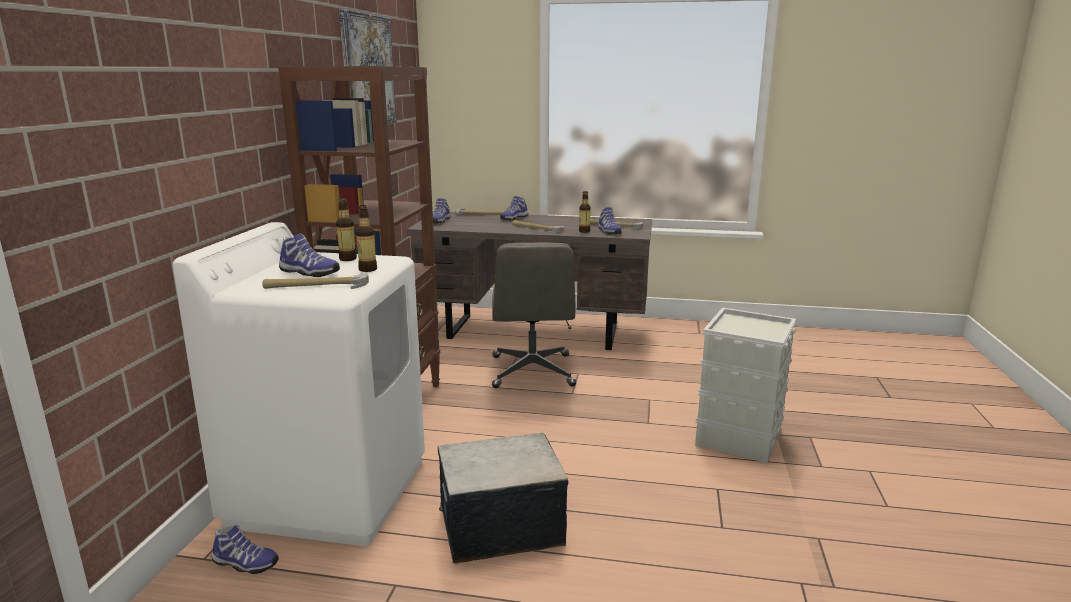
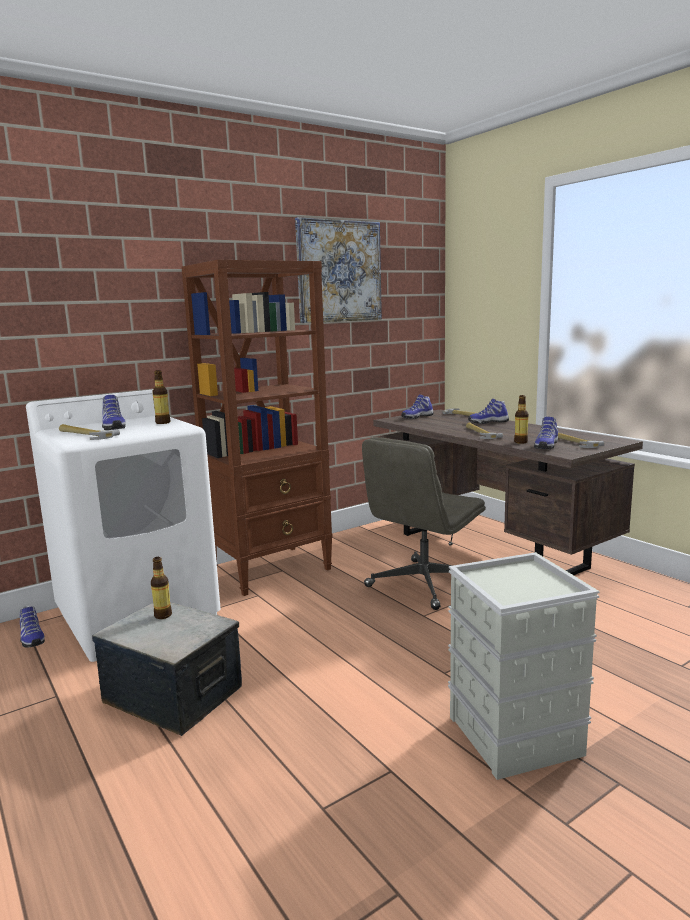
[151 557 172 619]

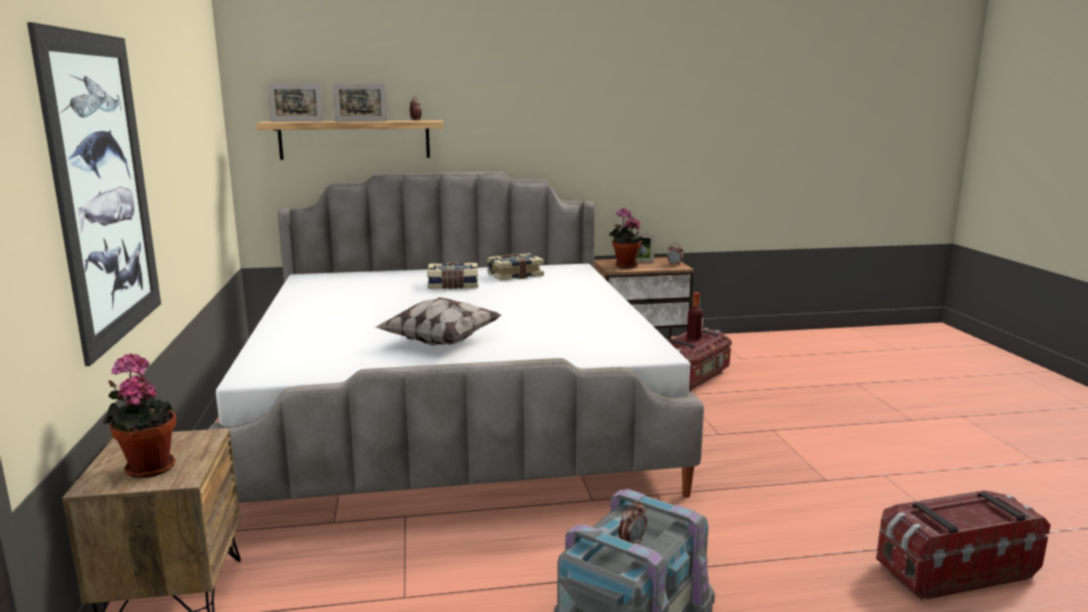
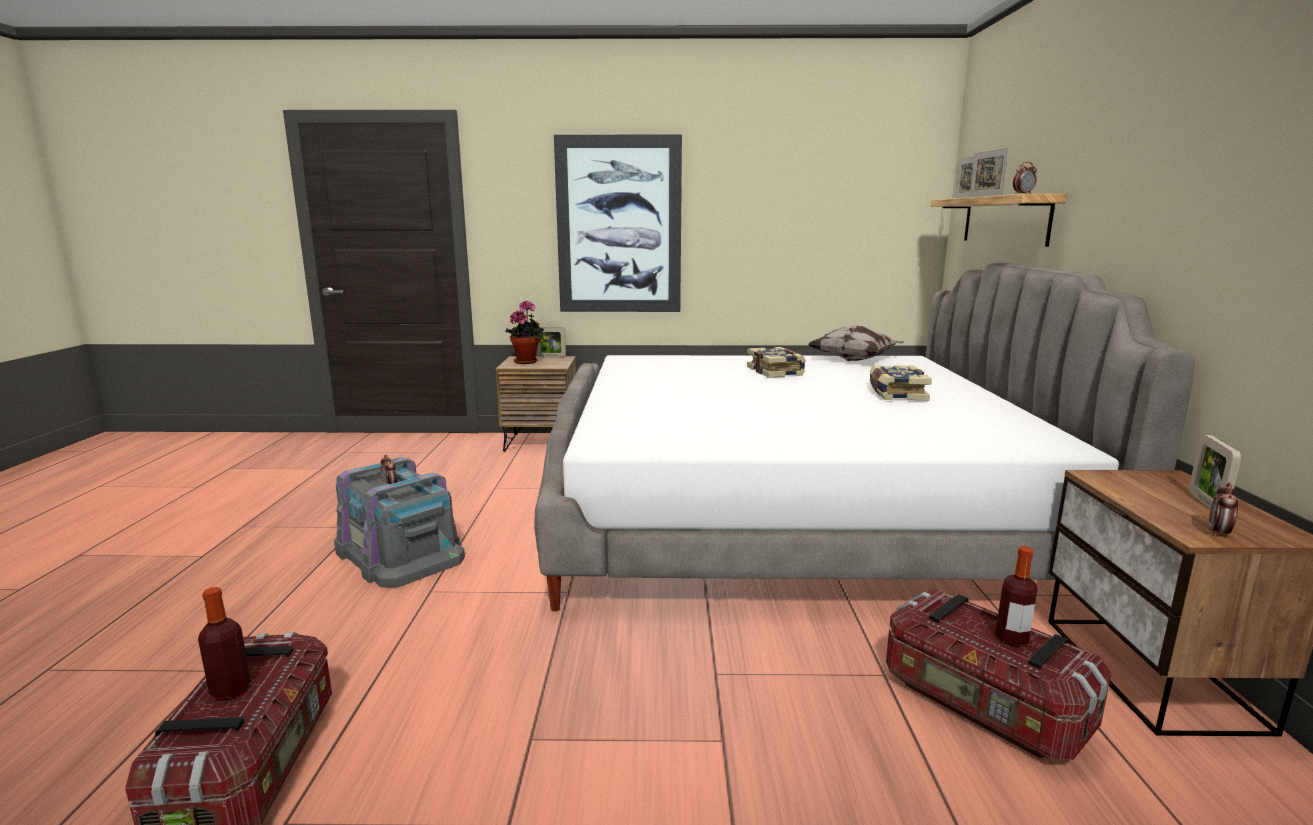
[807 326 904 361]
[747 347 806 378]
[609 208 643 268] (first image)
[198 587 251 700]
[536 327 566 357]

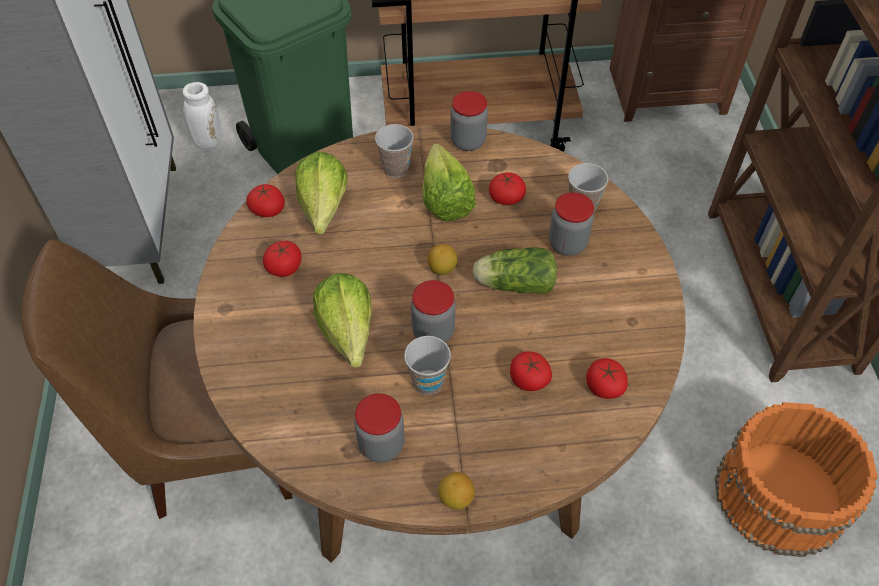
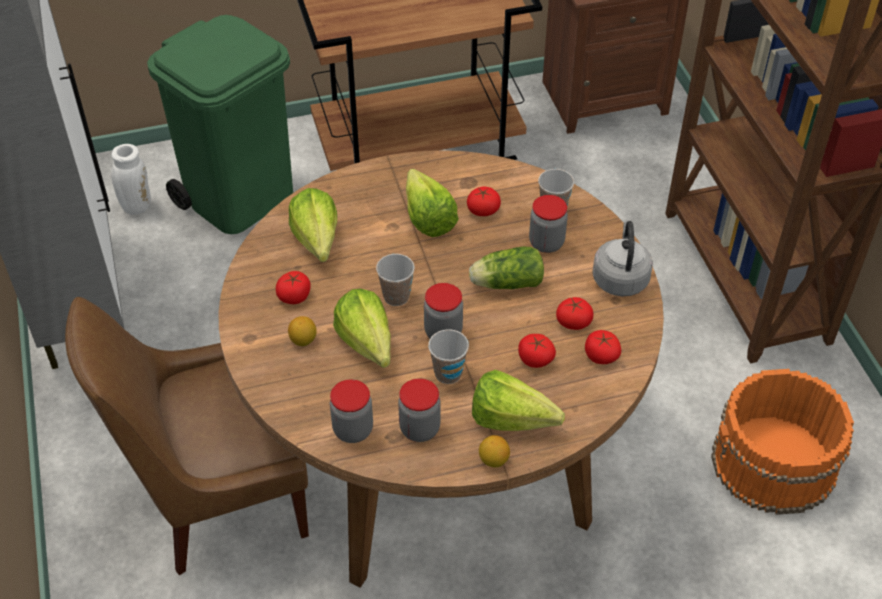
[556 297 594 330]
[376 254 415 306]
[288 316 317 346]
[330 379 373 443]
[472 370 565 431]
[592 221 653 296]

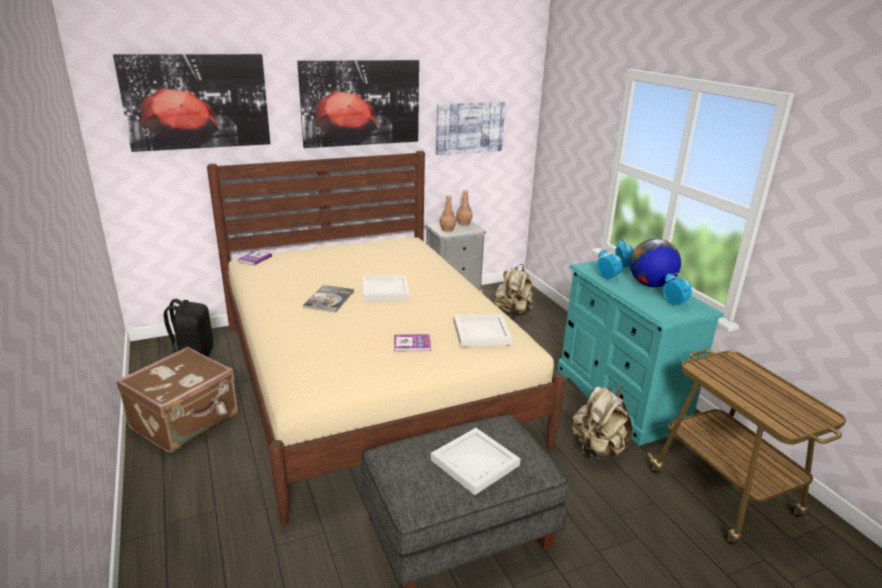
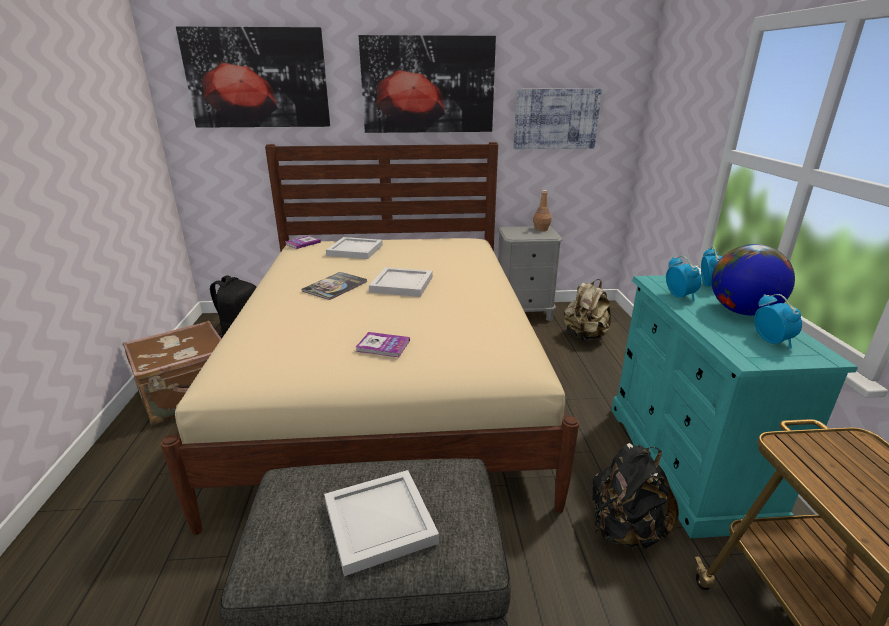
[440 195 456 232] (first image)
[326 237 383 259]
[592 443 679 548]

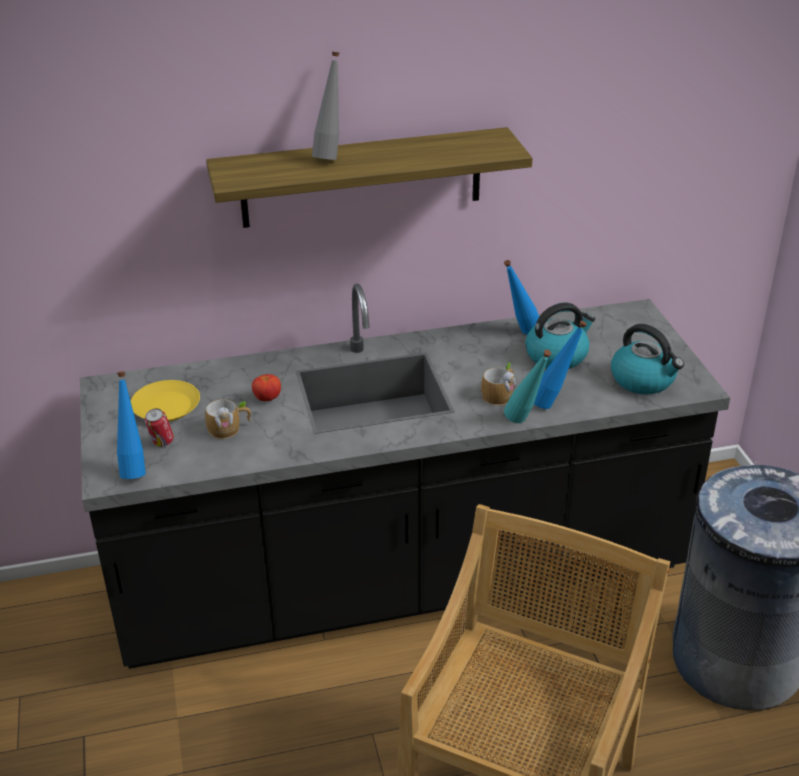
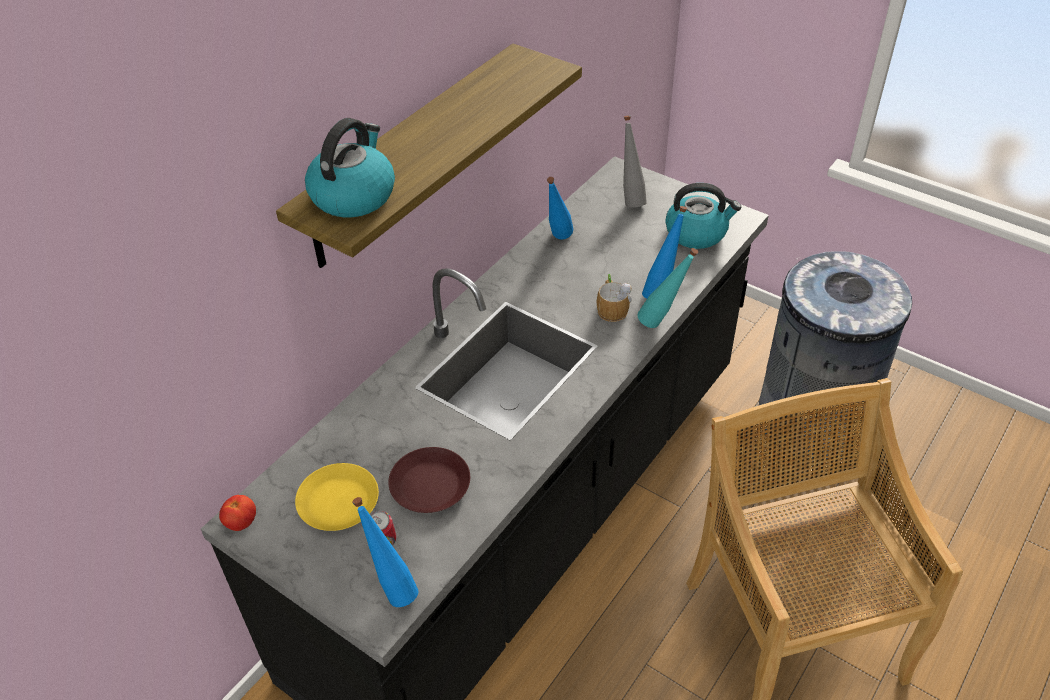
[388 447 470 513]
[219 495 256 531]
[623 116 647 207]
[305 118 395 217]

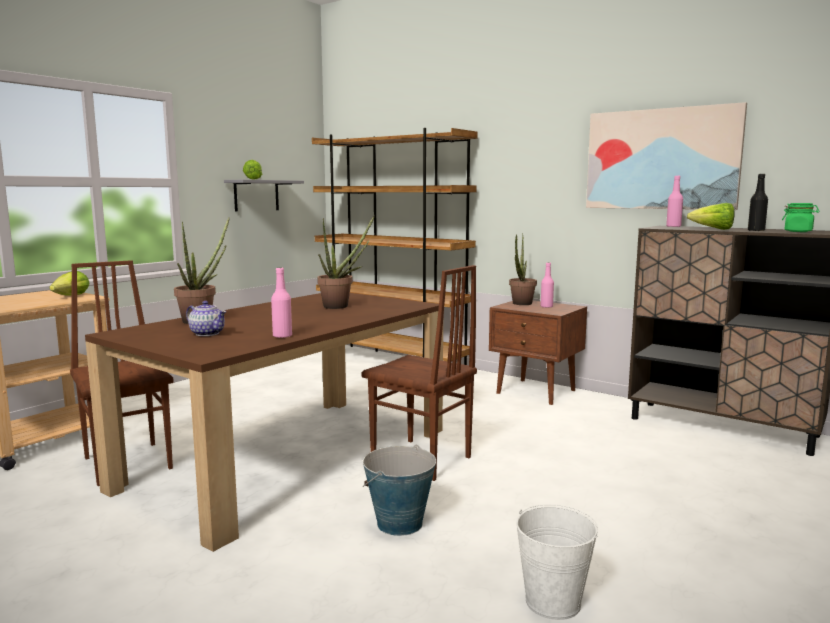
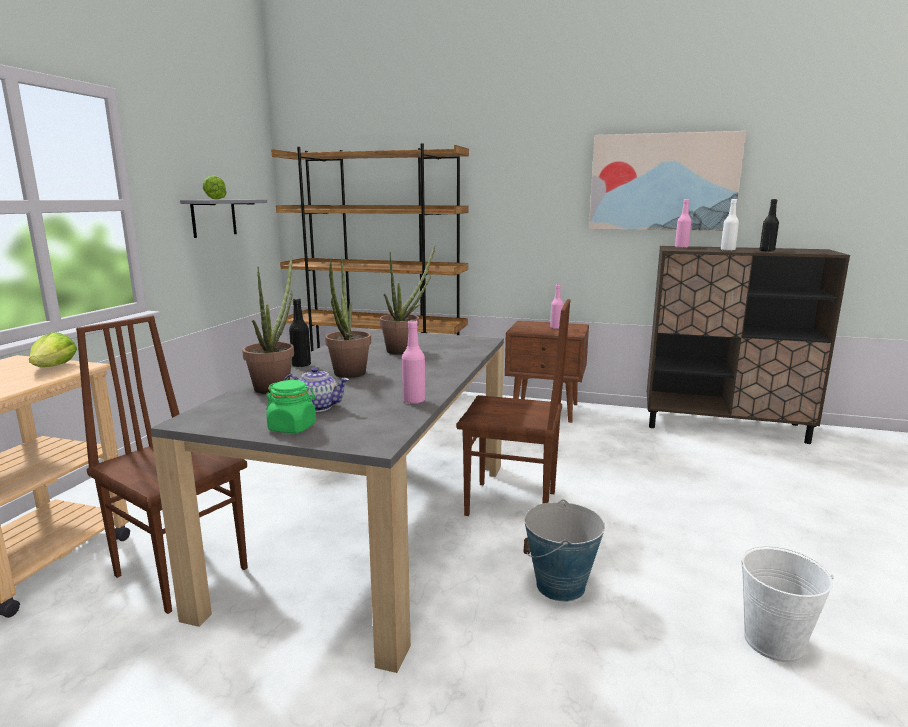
[150 329 504 673]
[325 257 371 378]
[721 199 739 251]
[266 380 316 433]
[289 298 311 367]

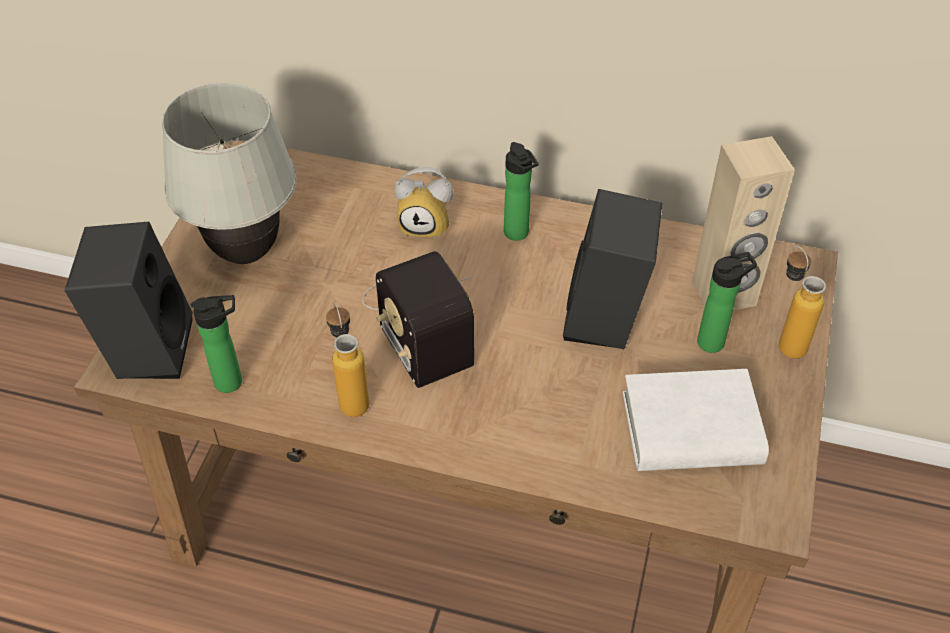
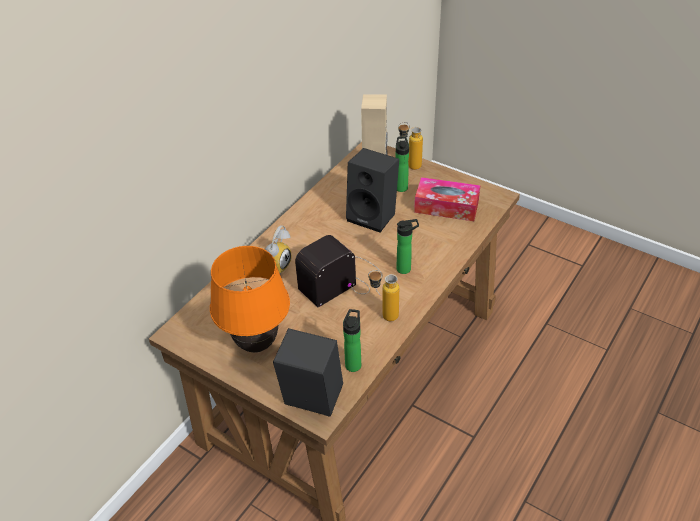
[210 246 290 353]
[295 235 382 307]
[397 219 419 274]
[414 177 481 221]

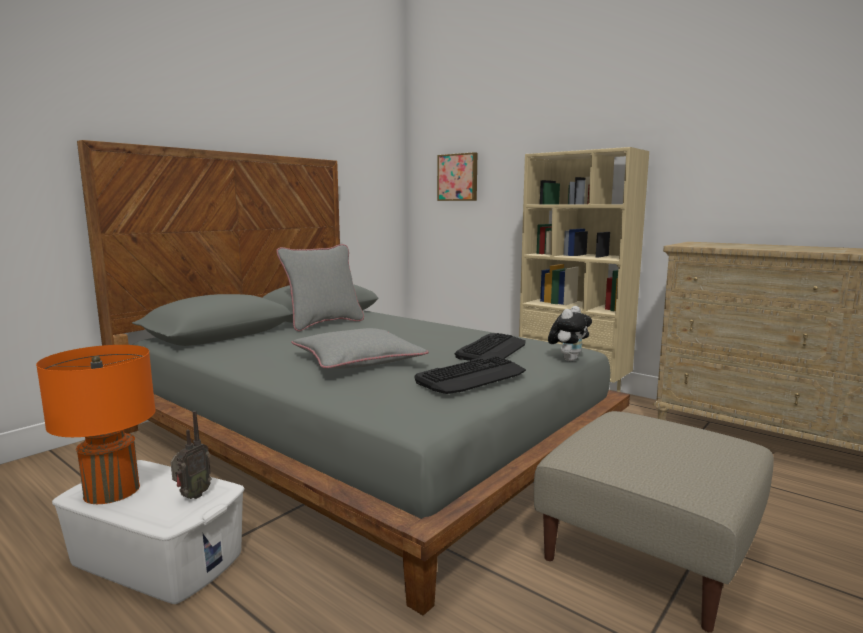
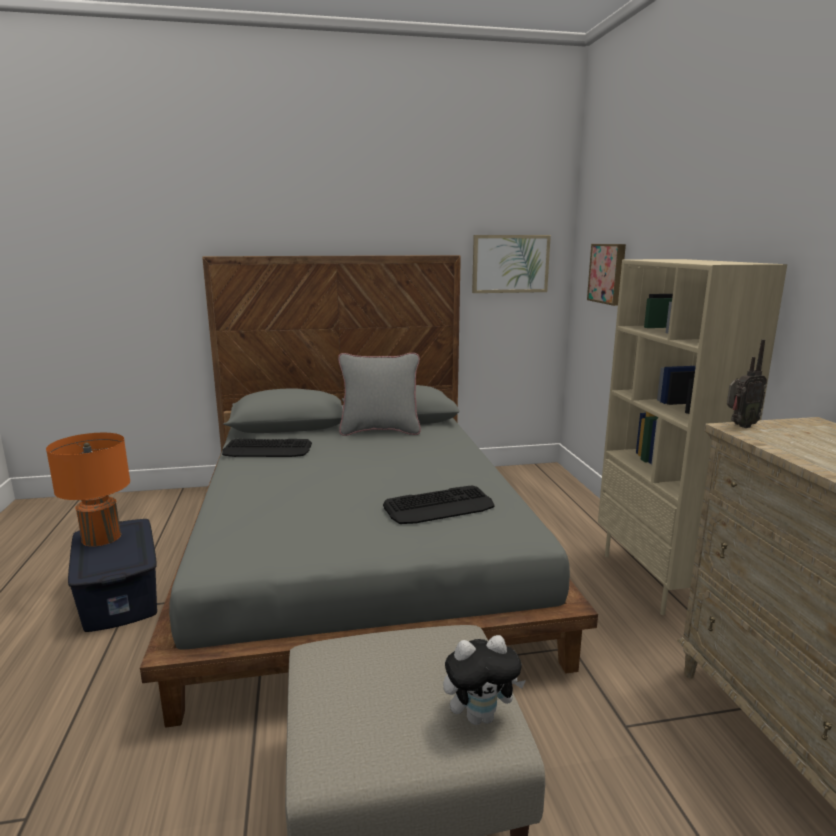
[68 519 157 632]
[727 339 767 428]
[291 328 429 369] (first image)
[222 439 312 457]
[443 635 526 725]
[472 235 551 293]

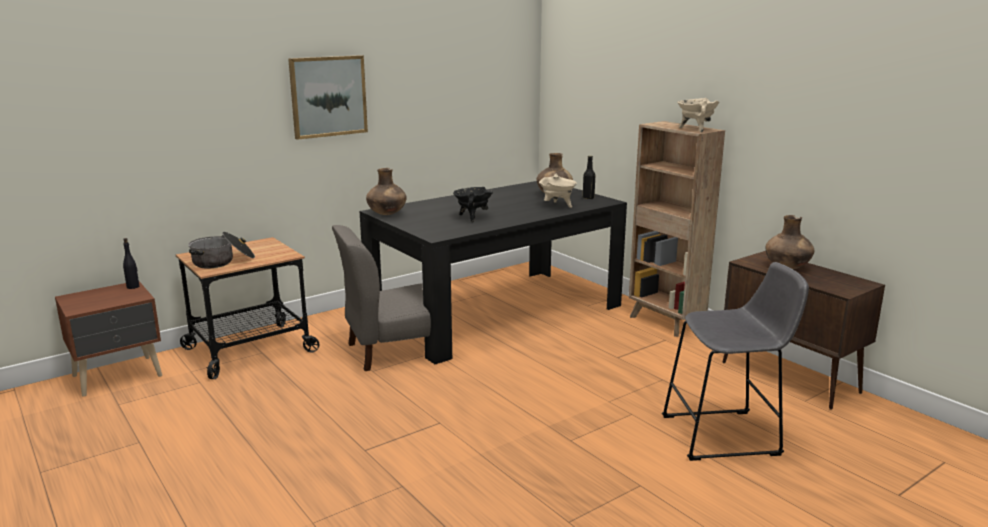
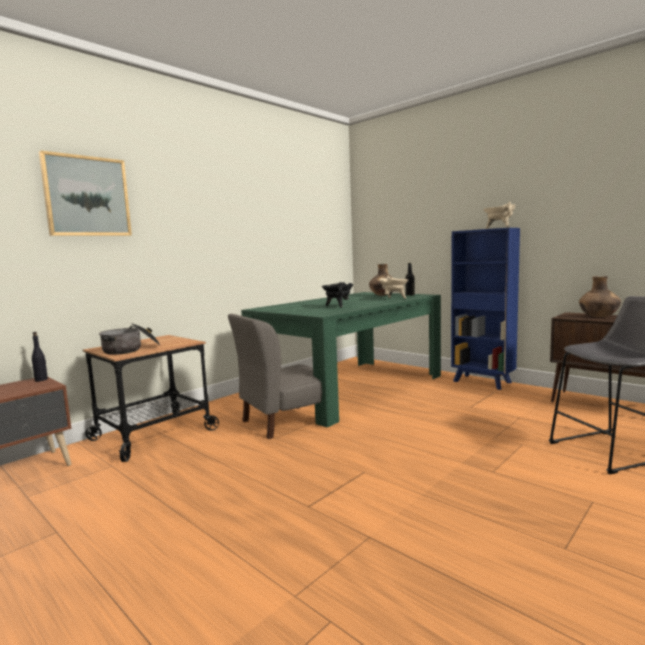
[39 150 132 236]
[241 292 441 428]
[366 168 407 215] (first image)
[451 228 520 390]

